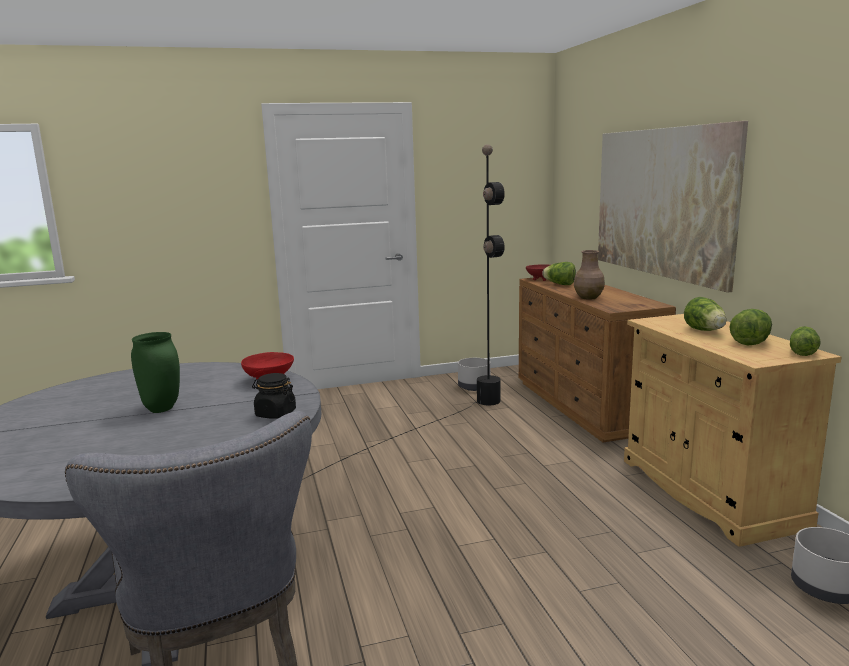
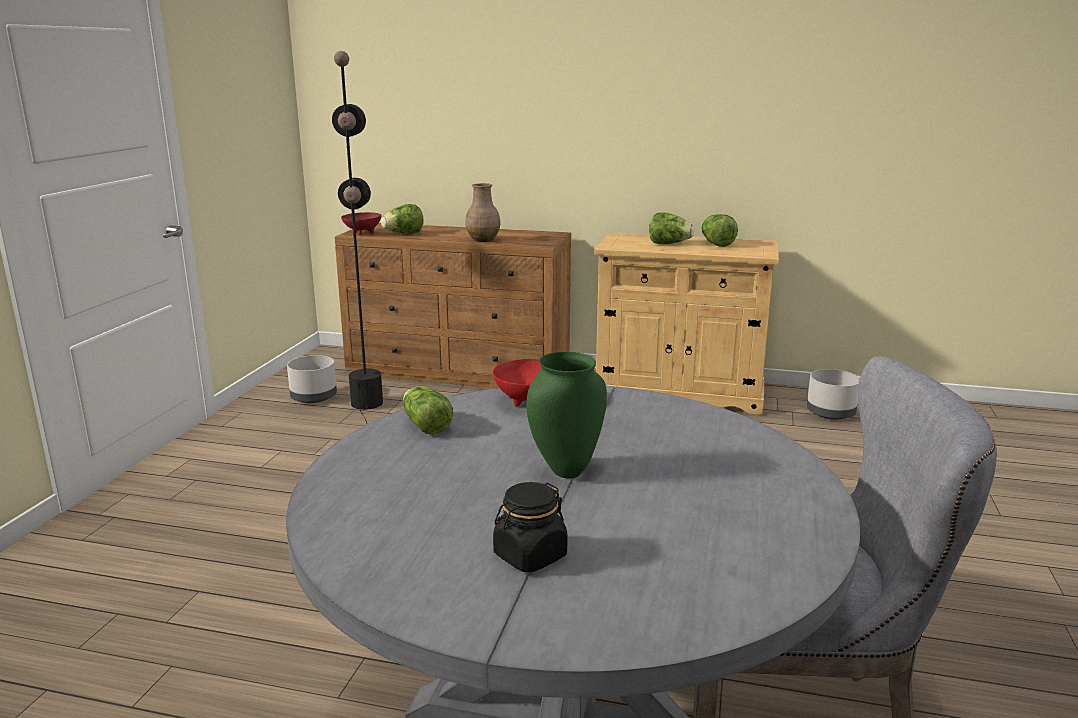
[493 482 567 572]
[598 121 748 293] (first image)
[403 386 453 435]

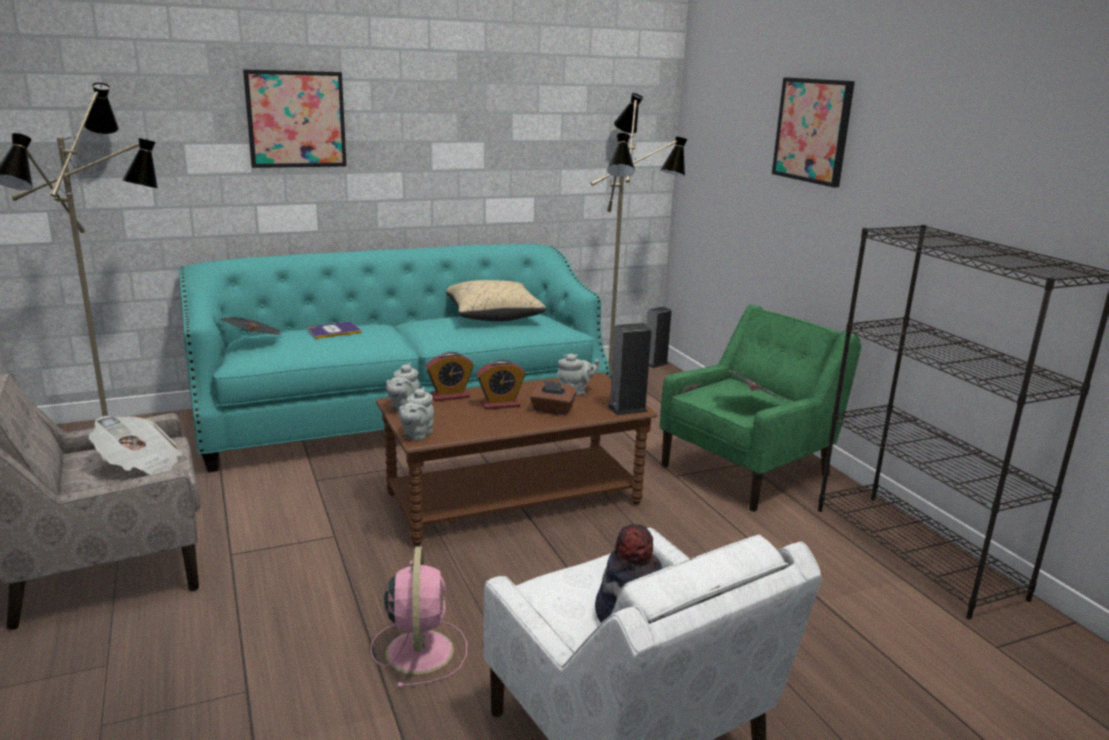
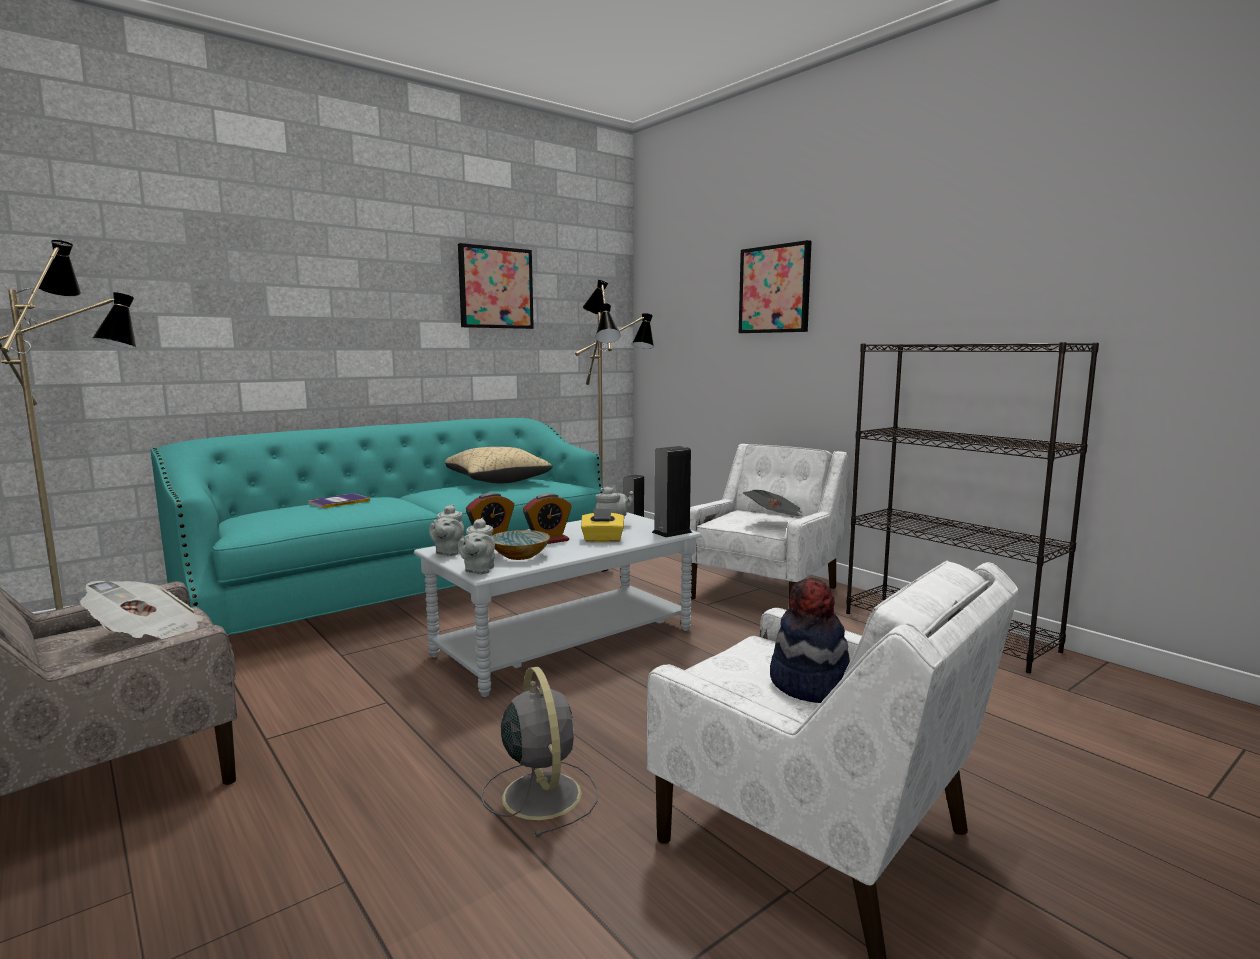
[219 317 282 335] (first image)
[458 243 534 329]
[481 667 598 837]
[414 512 702 697]
[581 508 624 542]
[690 444 850 603]
[492 530 550 560]

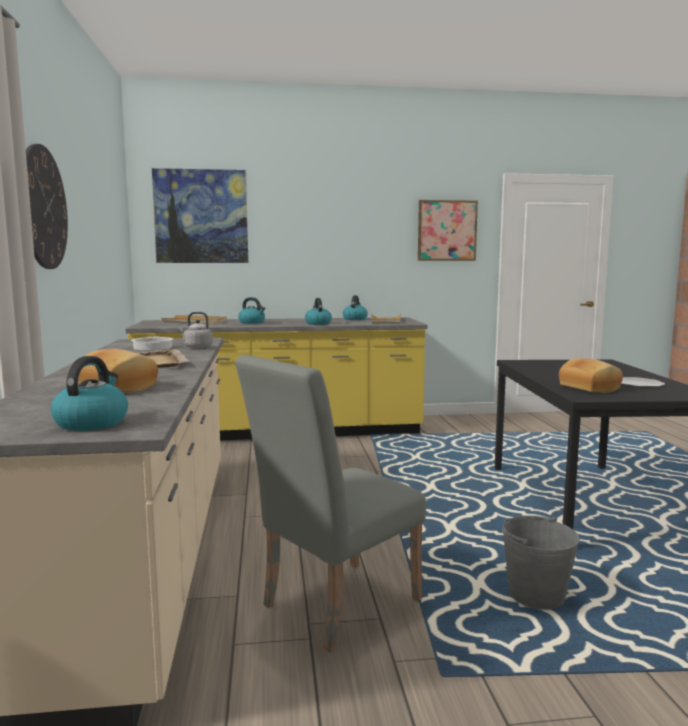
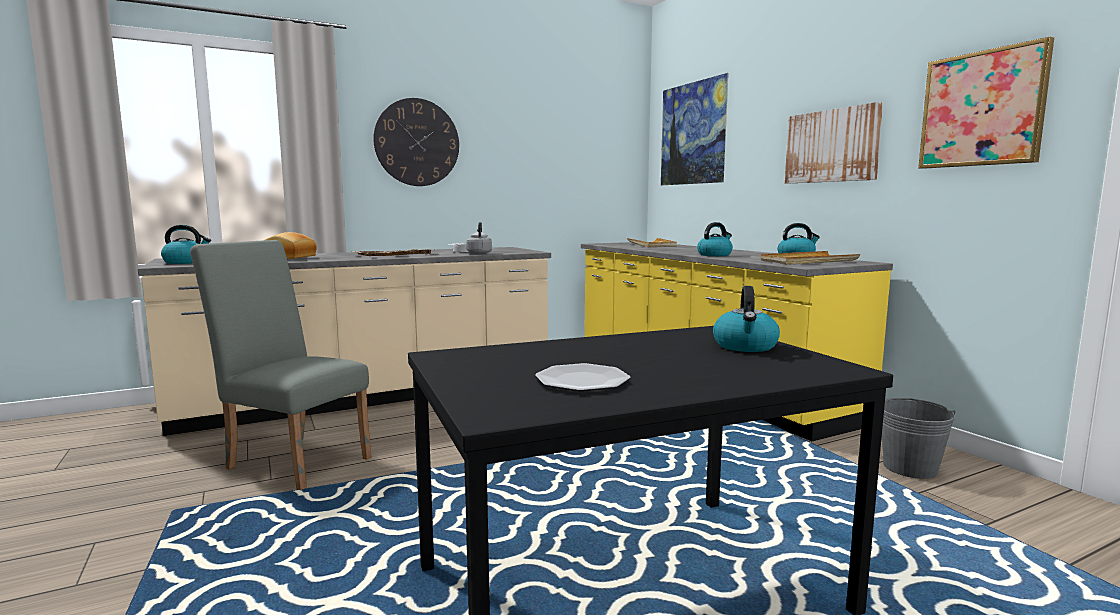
[713 286 780 352]
[882 398 956 479]
[559 358 623 393] (first image)
[785 102 883 183]

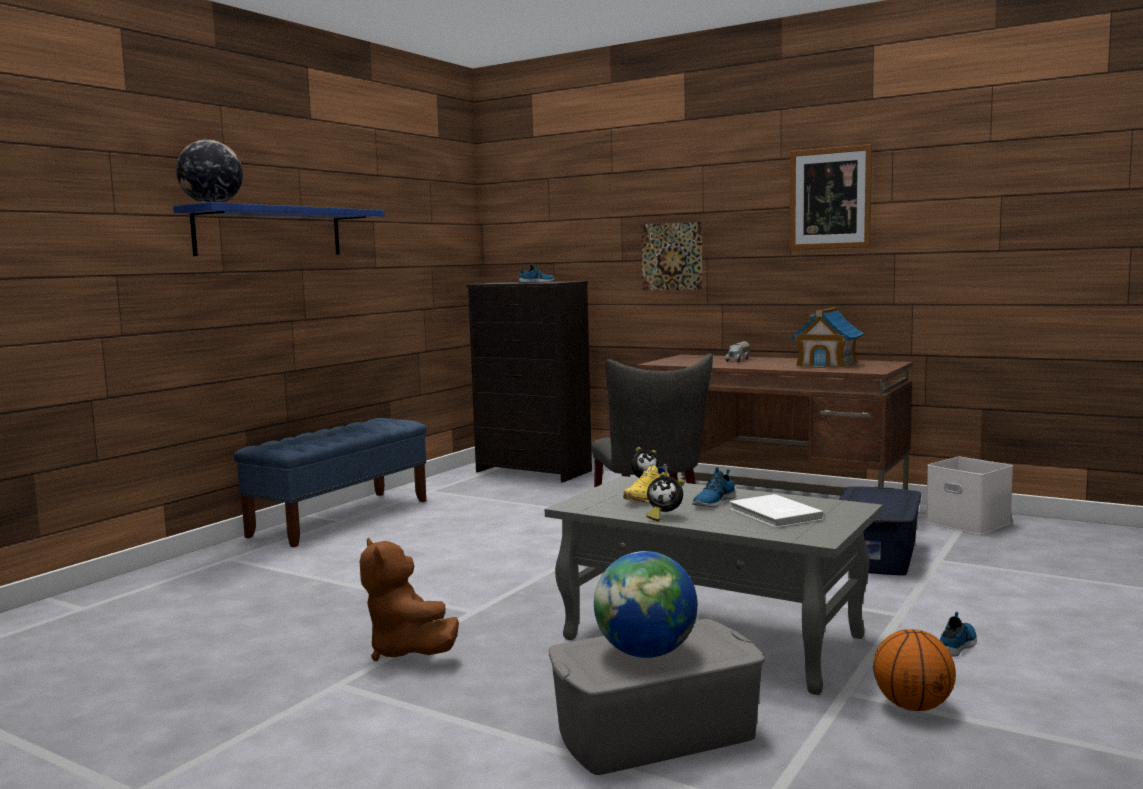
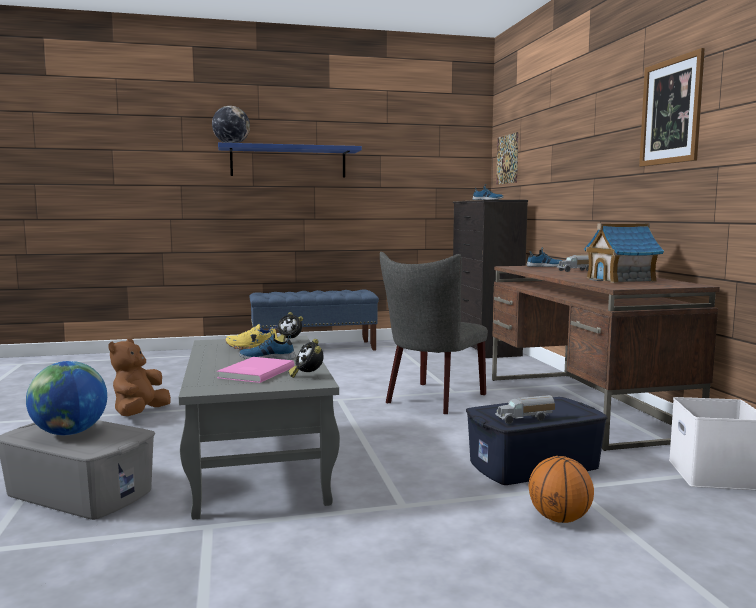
[496 132 519 185]
[289 339 324 378]
[217 357 294 383]
[529 456 594 523]
[527 247 562 267]
[495 395 555 424]

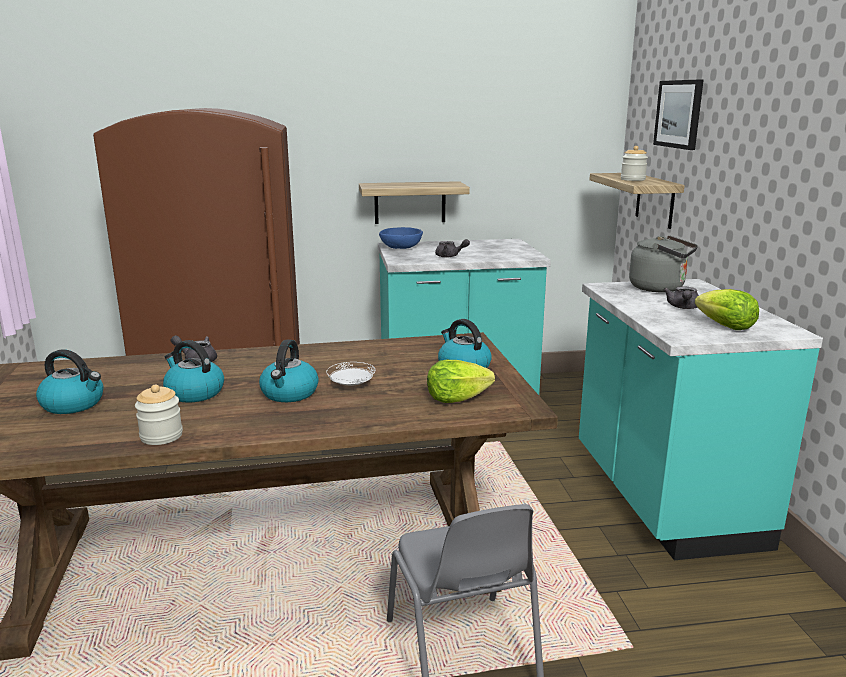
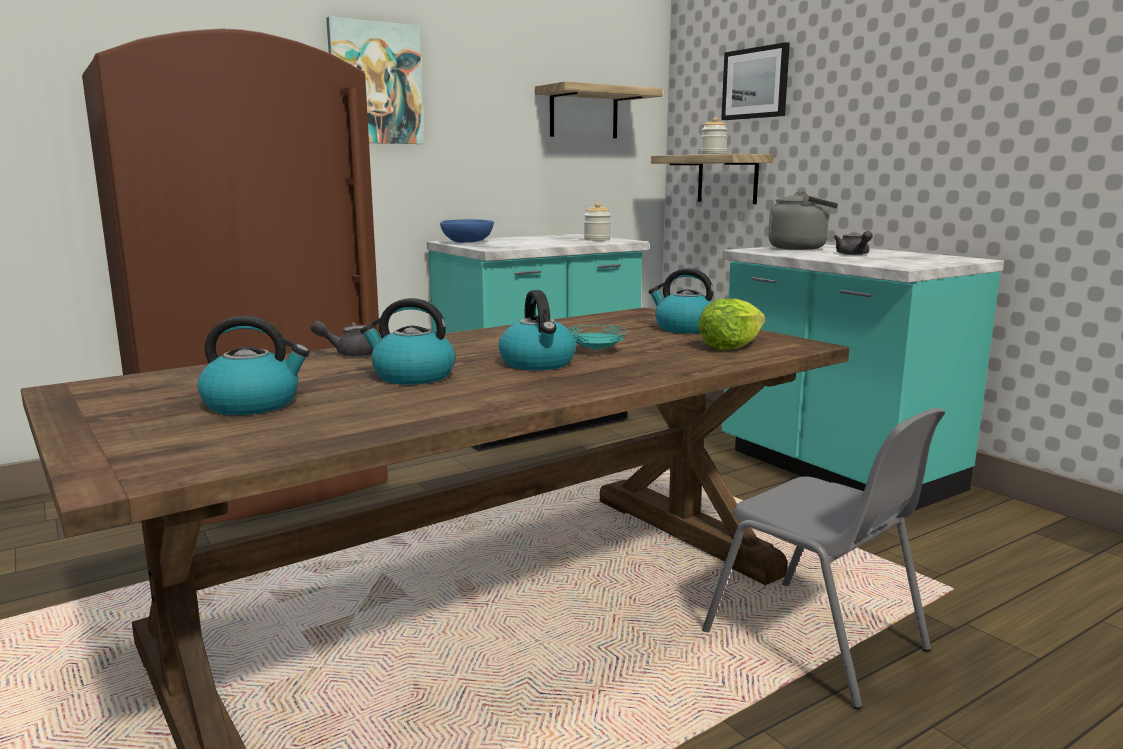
[584 203 611 241]
[567 325 627 351]
[535 81 663 138]
[435 239 470 257] (first image)
[695 289 759 330] (first image)
[326 16 424 144]

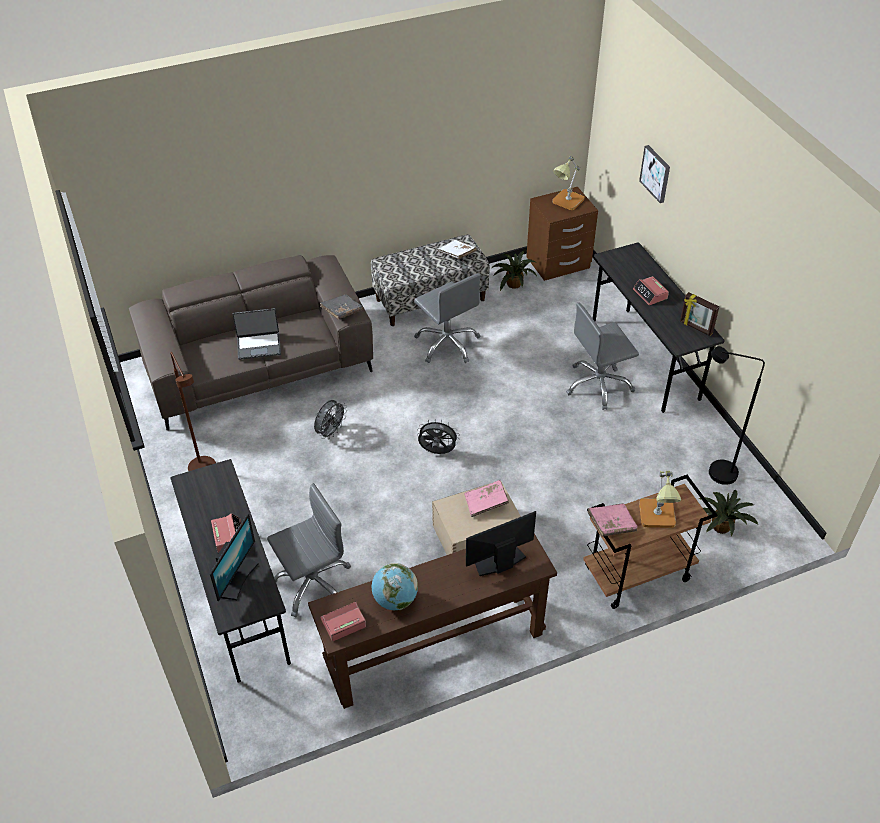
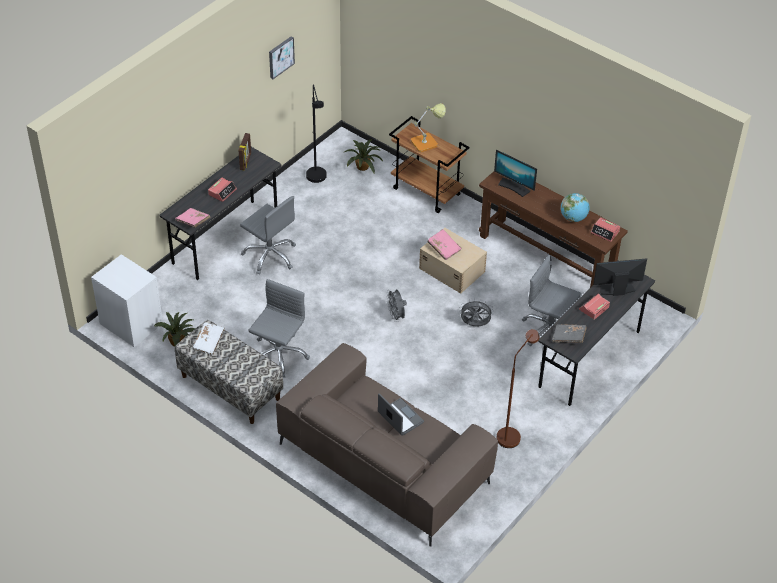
[459 299 494 327]
[552 324 587 343]
[91 254 162 347]
[552 156 585 210] (first image)
[175 208 210 228]
[269 36 295 79]

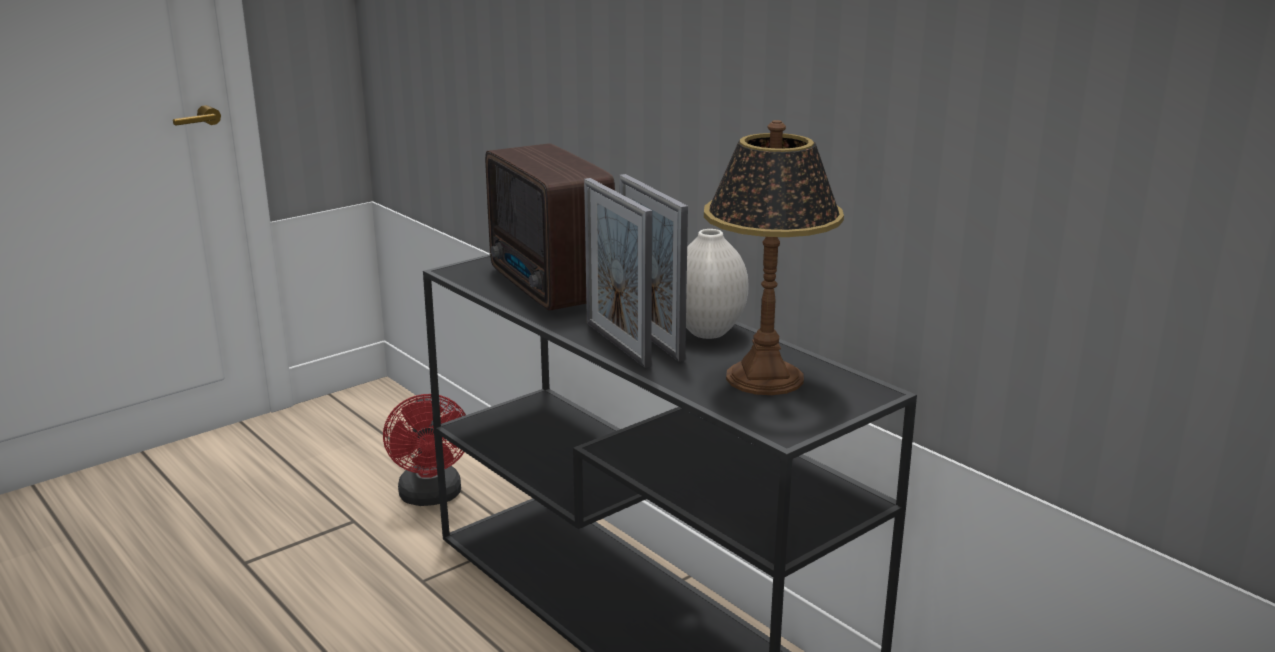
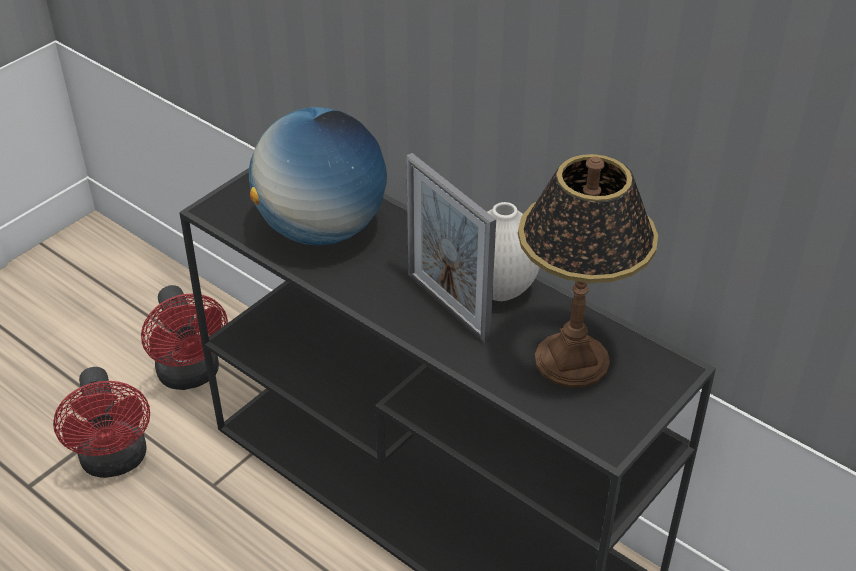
[249 107 387 245]
[584 178 652 368] (first image)
[53 367 150 478]

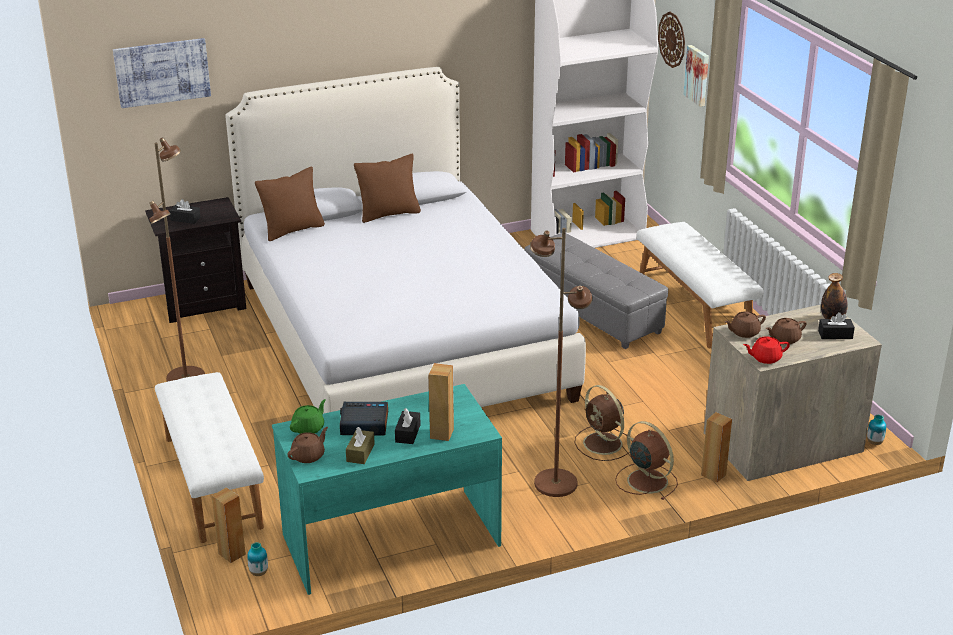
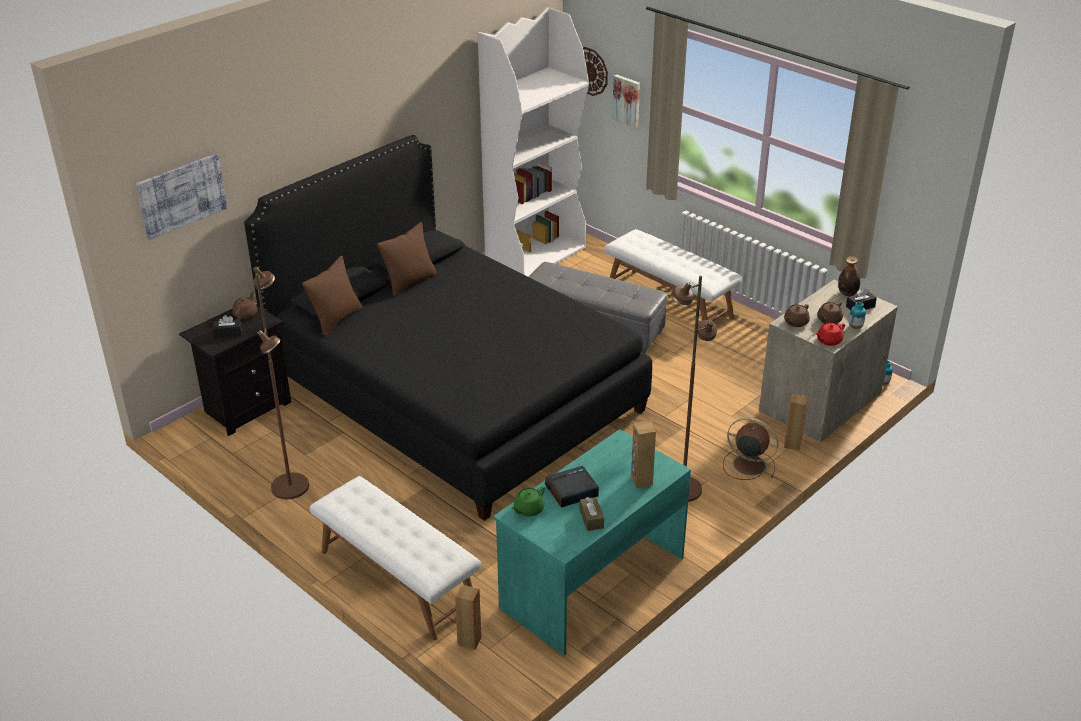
[244 135 652 521]
[849 302 866 329]
[232 291 257 319]
[511 486 545 516]
[395 408 420 444] (first image)
[575 385 632 461] (first image)

